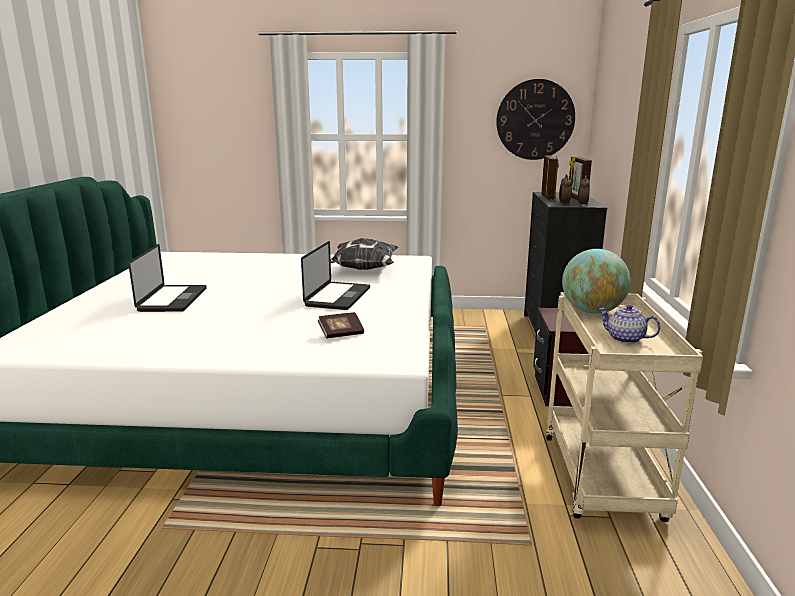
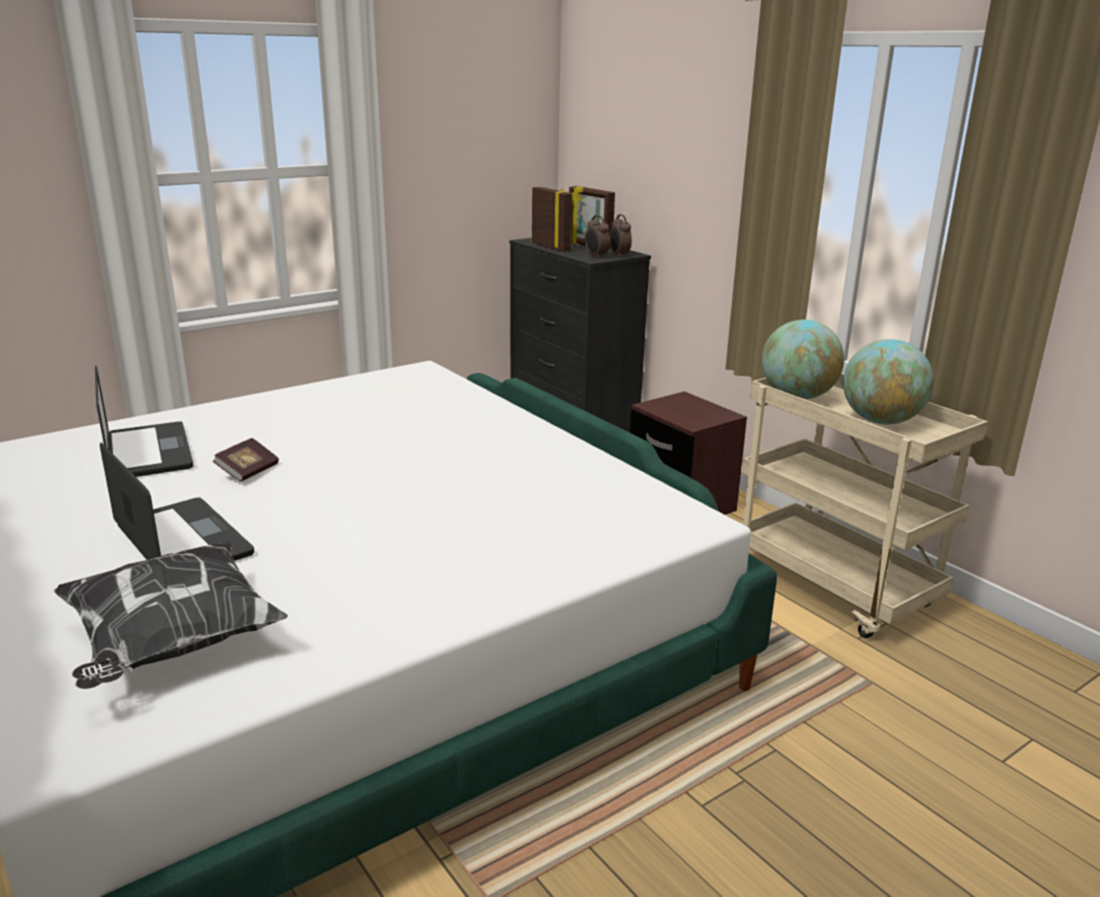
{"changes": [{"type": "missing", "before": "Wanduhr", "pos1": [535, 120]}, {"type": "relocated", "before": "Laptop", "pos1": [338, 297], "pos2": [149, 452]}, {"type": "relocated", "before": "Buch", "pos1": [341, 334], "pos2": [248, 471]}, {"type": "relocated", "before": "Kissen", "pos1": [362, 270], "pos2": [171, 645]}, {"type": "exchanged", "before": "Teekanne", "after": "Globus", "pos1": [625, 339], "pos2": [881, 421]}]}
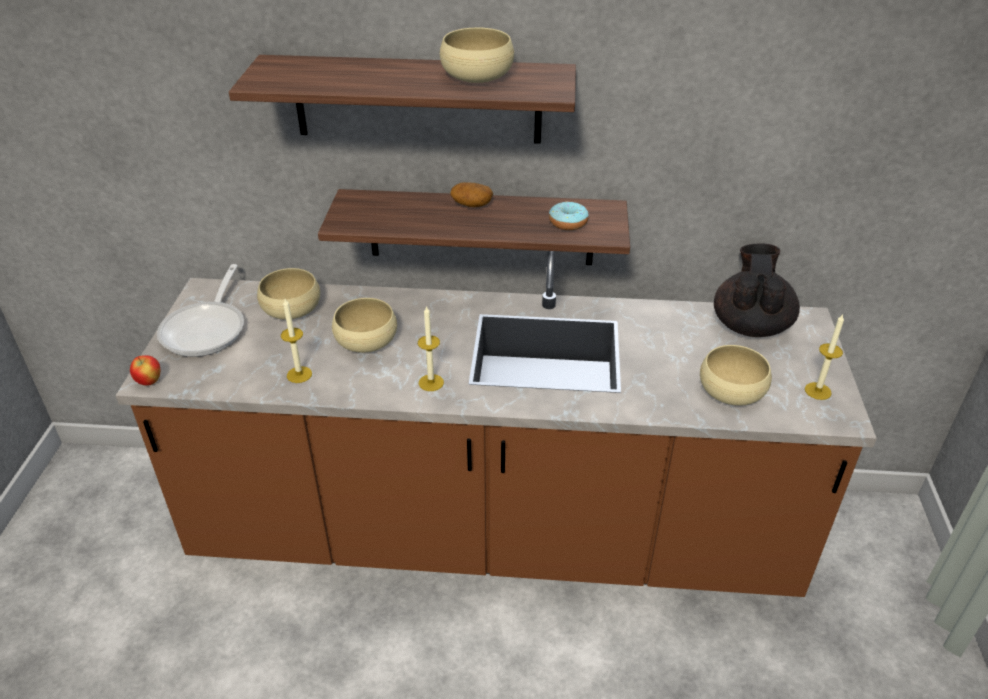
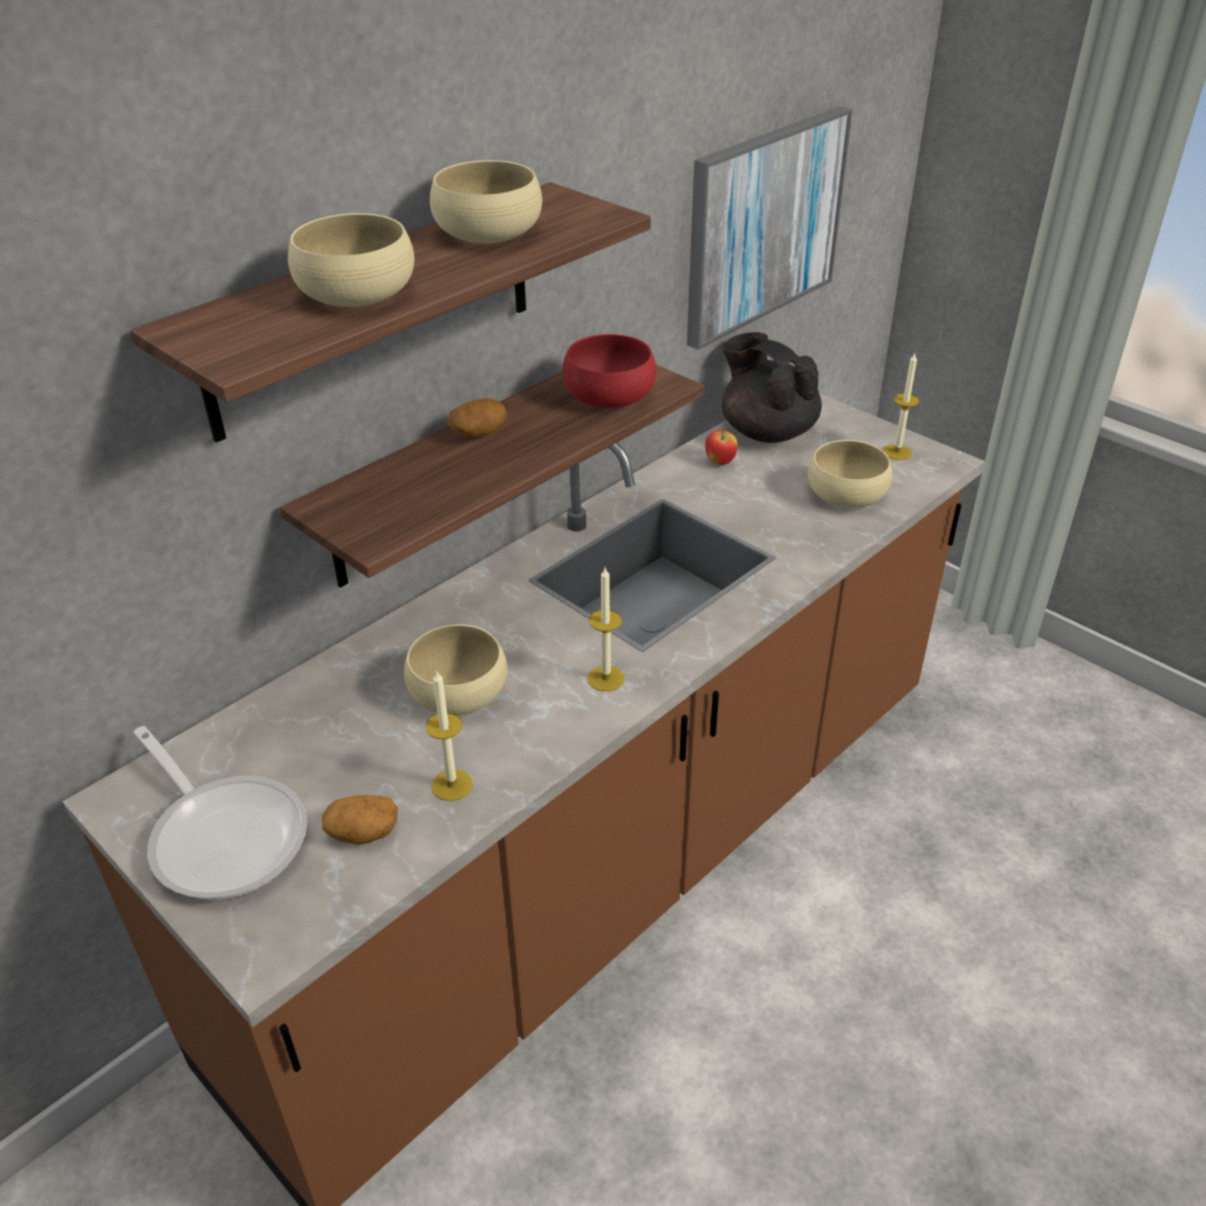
{"changes": [{"type": "appeared", "after": "Kartoffel", "pos2": [362, 832]}, {"type": "appeared", "after": "Bild", "pos2": [763, 225]}, {"type": "relocated", "before": "Apfel", "pos1": [149, 382], "pos2": [720, 462]}, {"type": "relocated", "before": "Schüssel (beige)", "pos1": [291, 308], "pos2": [357, 293]}, {"type": "exchanged", "before": "Donut", "after": "Schüssel (rot)", "pos1": [568, 223], "pos2": [609, 395]}]}
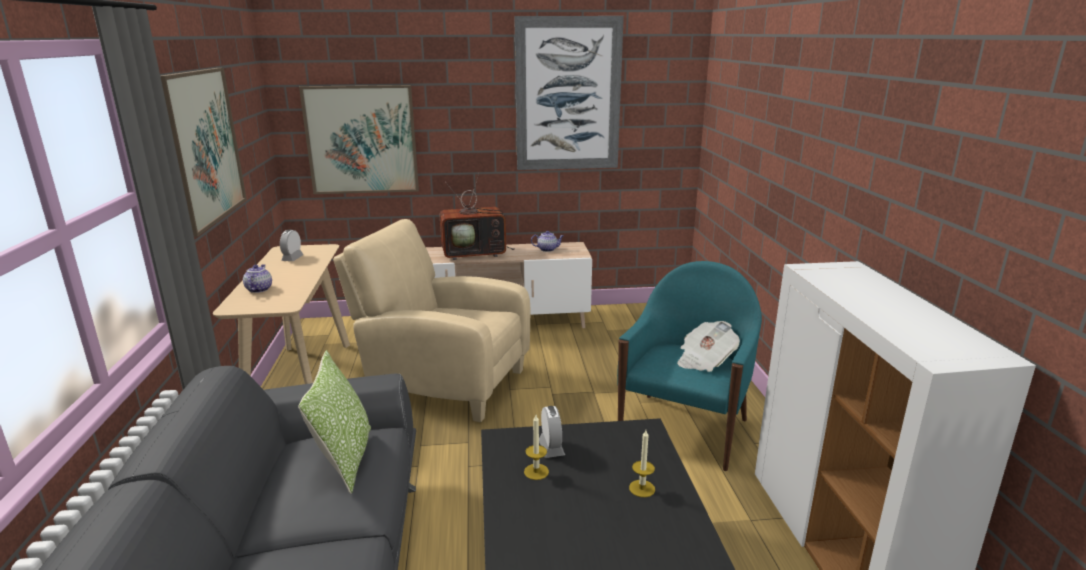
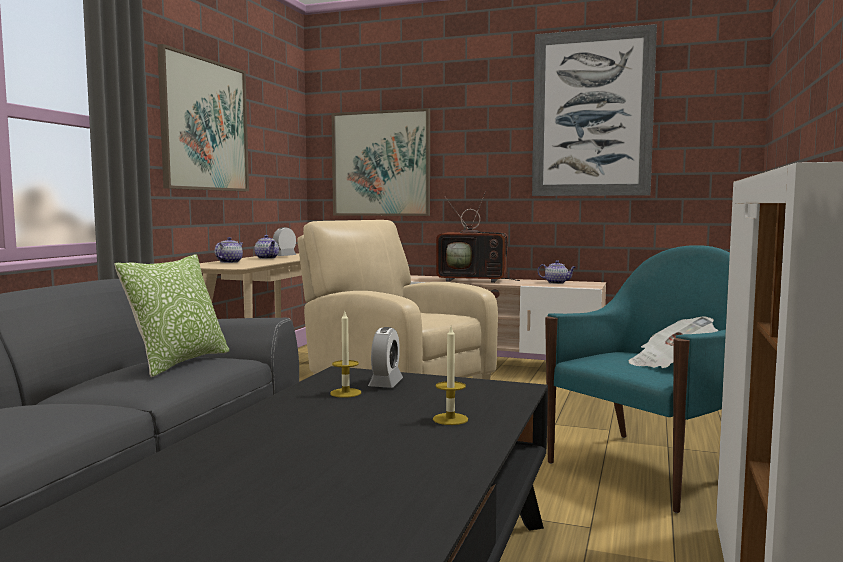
{"changes": [{"type": "appeared", "after": "Teekanne", "pos2": [267, 258]}]}
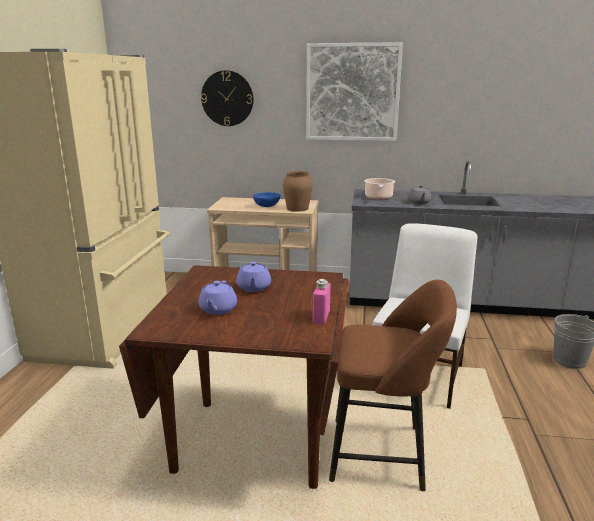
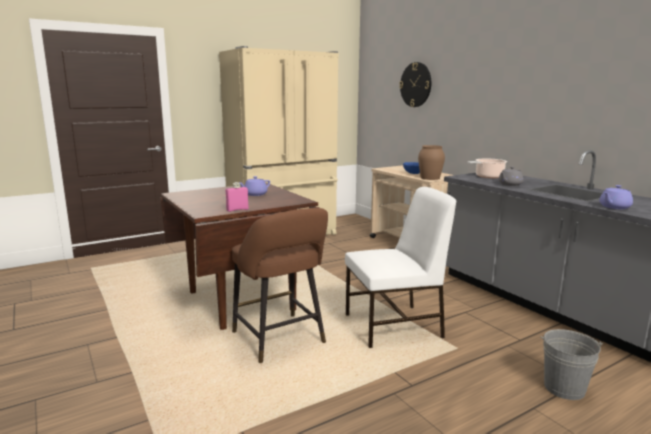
{"changes": [{"type": "missing", "before": "Bild", "pos1": [352, 92]}, {"type": "relocated", "before": "Teekanne (lila)", "pos1": [217, 309], "pos2": [614, 207]}]}
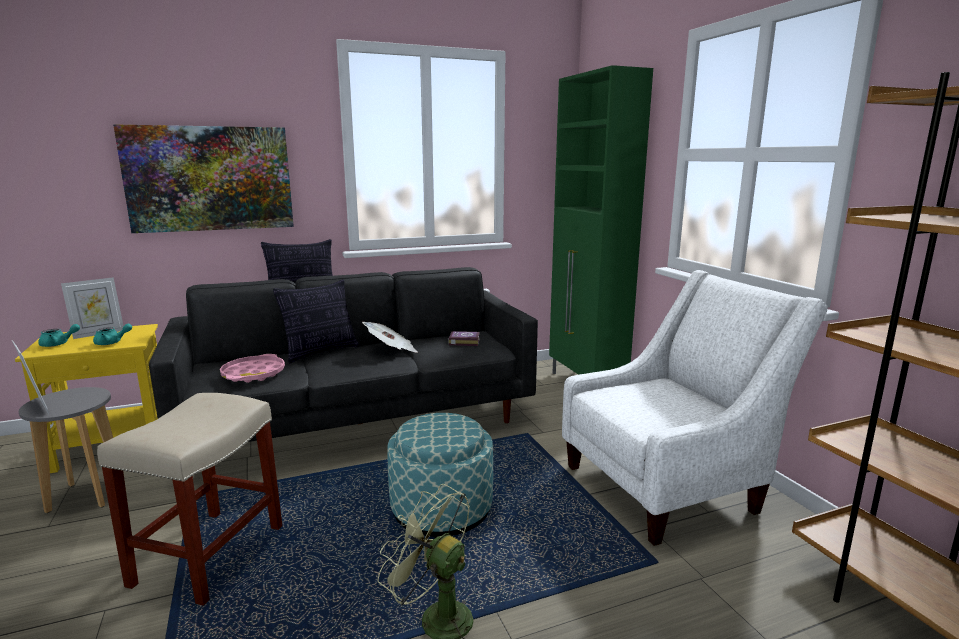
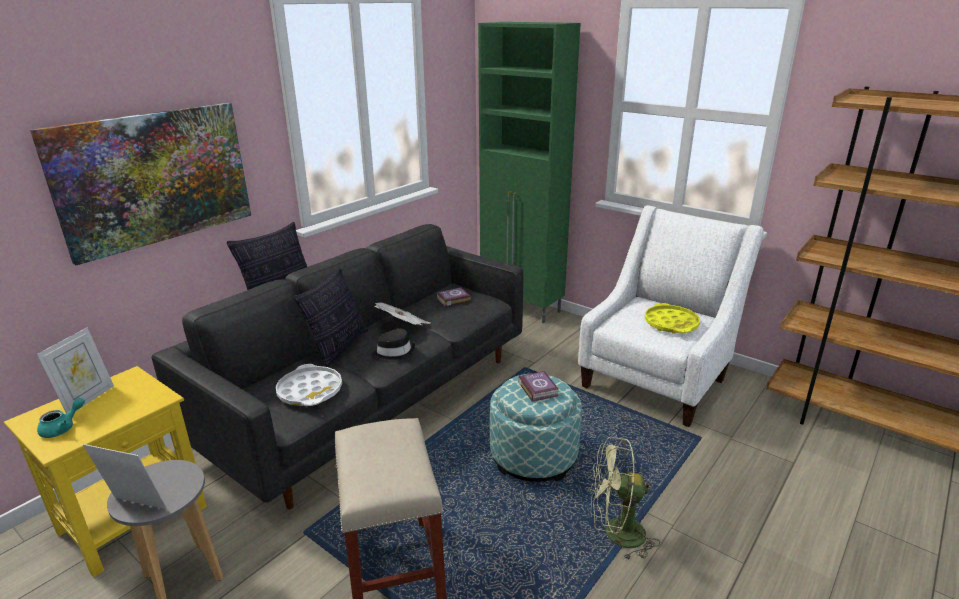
{"changes": [{"type": "missing", "before": "Teekanne (türkis)", "pos1": [112, 343]}, {"type": "appeared", "after": "Hut (schwarz)", "pos2": [394, 352]}, {"type": "appeared", "after": "Buch", "pos2": [538, 388]}, {"type": "appeared", "after": "Tablett (gelb)", "pos2": [671, 324]}, {"type": "colour", "before": "Tablett (rosa)", "after": "Tablett (weiß)", "pos1": [253, 374], "pos2": [310, 391]}]}
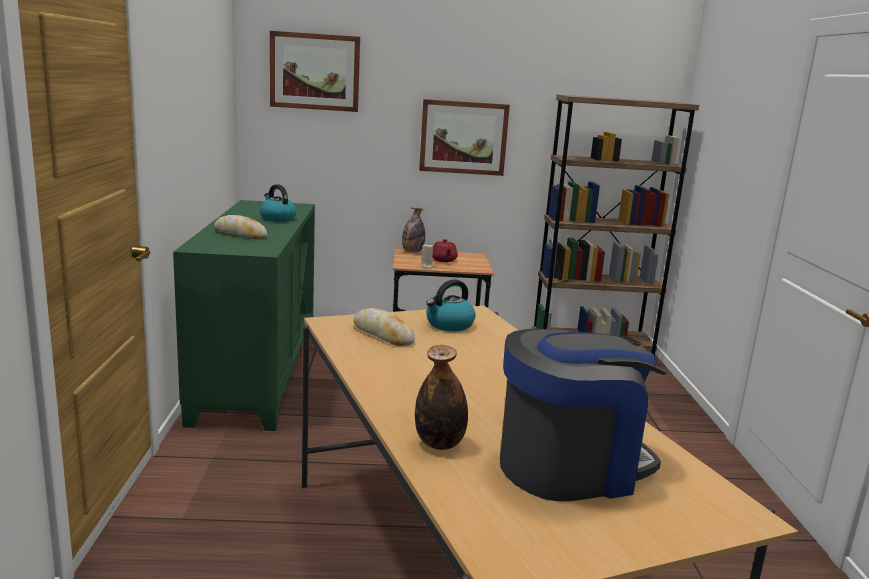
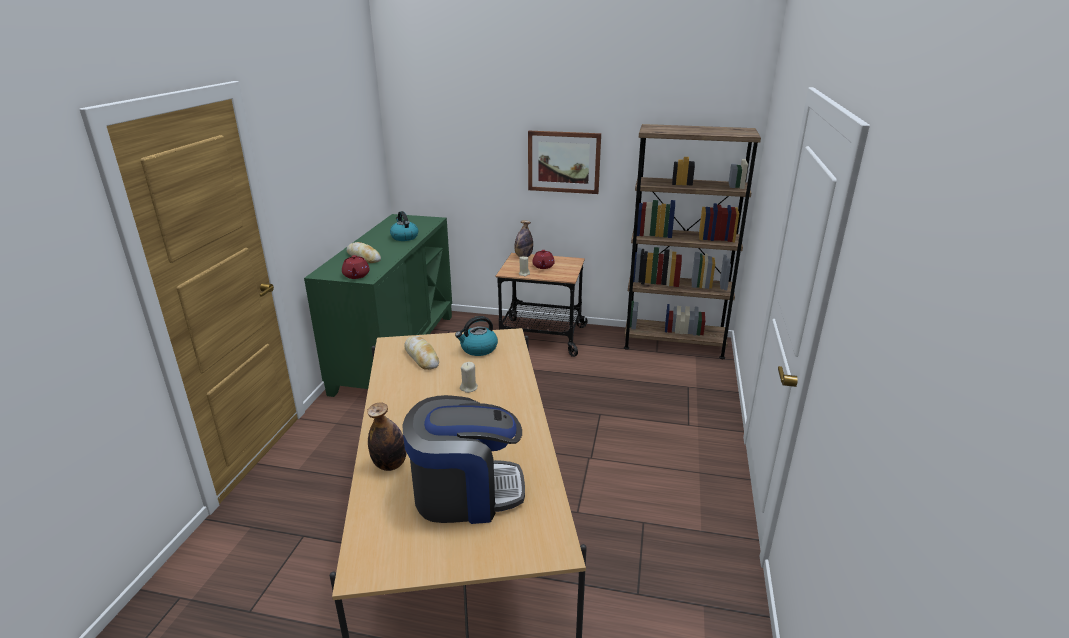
{"changes": [{"type": "missing", "before": "Bild", "pos1": [315, 72]}, {"type": "appeared", "after": "Teekanne (rot)", "pos2": [356, 276]}, {"type": "appeared", "after": "Kerze (beige)", "pos2": [469, 388]}]}
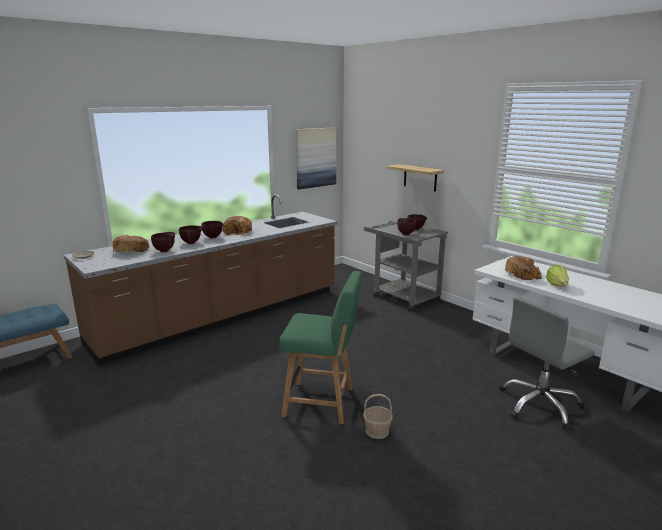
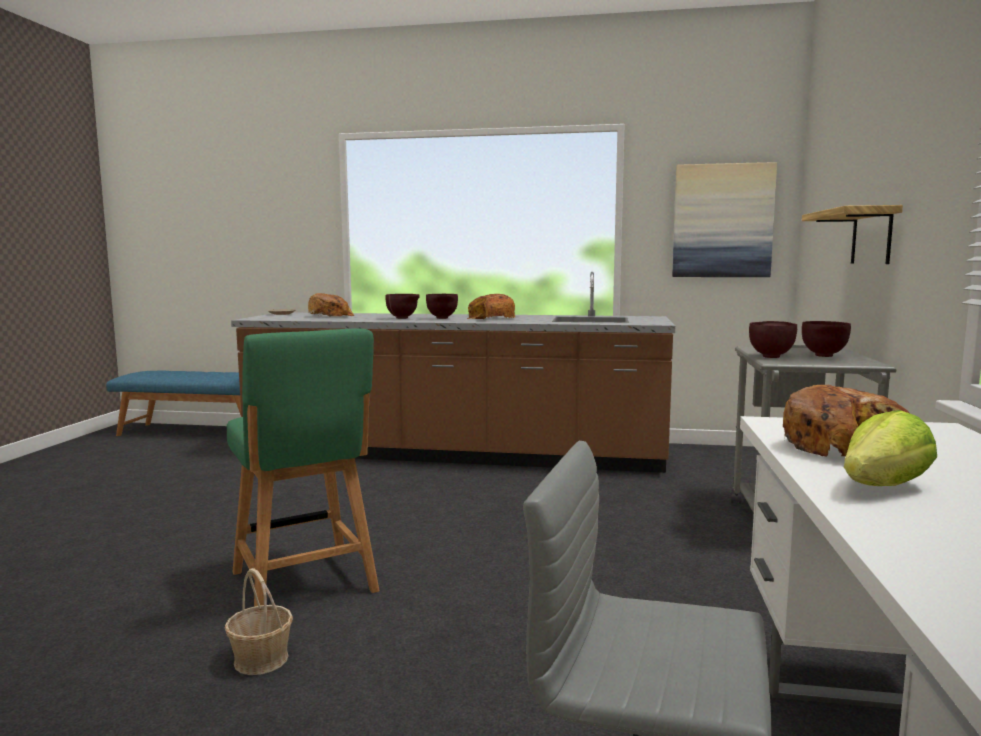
{"changes": [{"type": "missing", "before": "Schüssel (braun)", "pos1": [165, 250]}]}
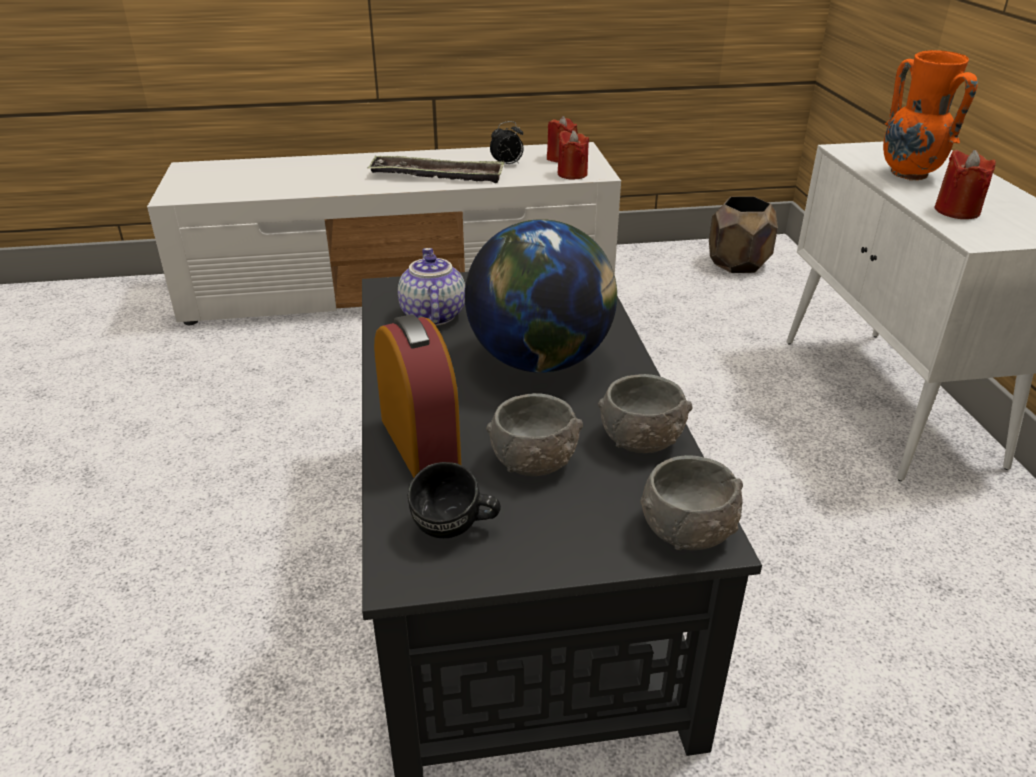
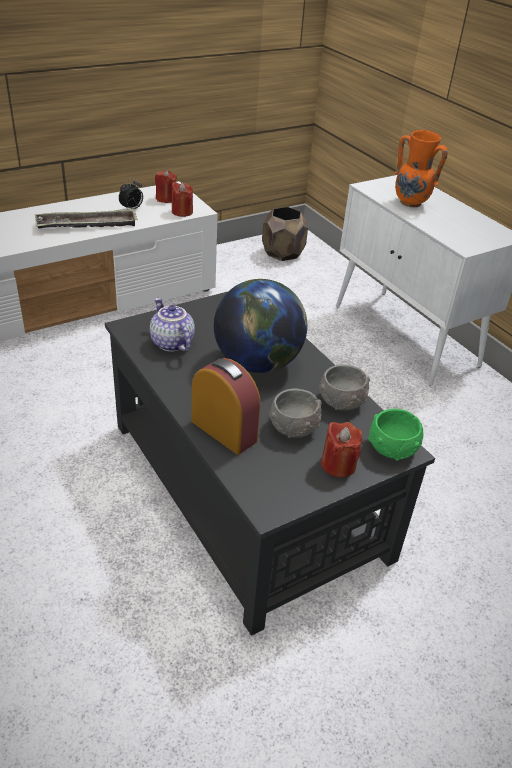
{"changes": [{"type": "missing", "before": "Henkelbecher (schwarz)", "pos1": [455, 530]}, {"type": "relocated", "before": "Kerze (rot)", "pos1": [957, 211], "pos2": [338, 465]}, {"type": "colour", "before": "Schüssel (grau)", "after": "Schüssel (grün)", "pos1": [687, 529], "pos2": [392, 448]}]}
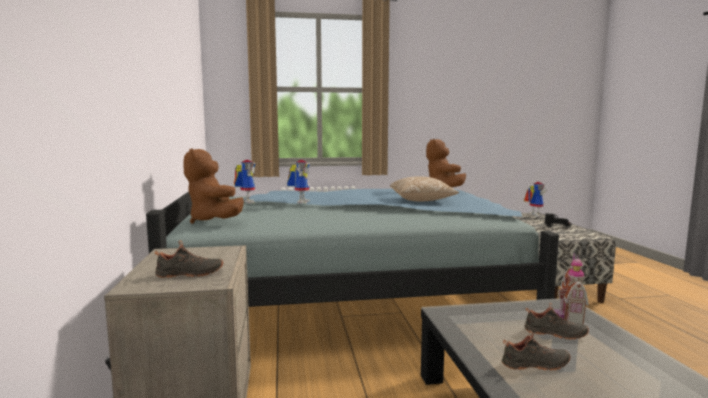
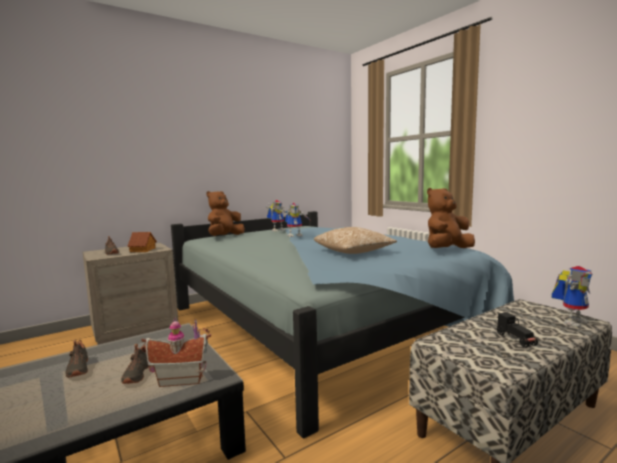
{"changes": [{"type": "appeared", "after": "Spielzeughaus", "pos2": [143, 250]}]}
